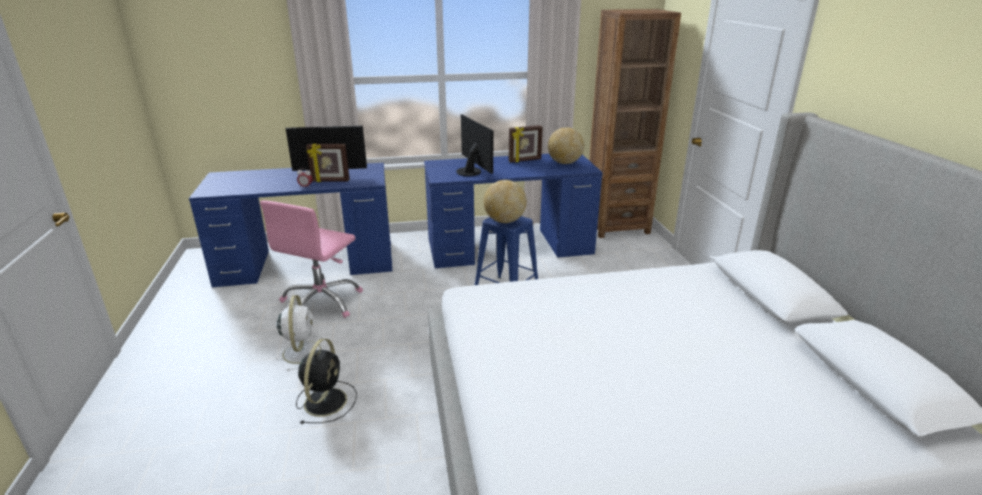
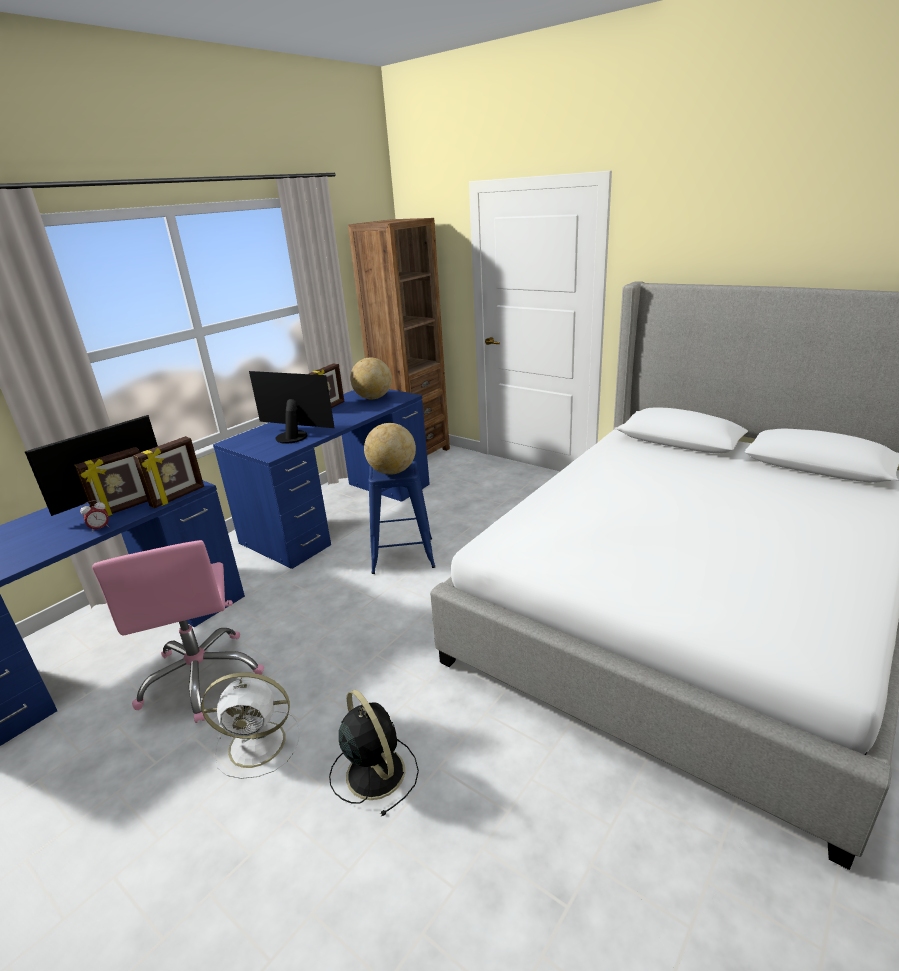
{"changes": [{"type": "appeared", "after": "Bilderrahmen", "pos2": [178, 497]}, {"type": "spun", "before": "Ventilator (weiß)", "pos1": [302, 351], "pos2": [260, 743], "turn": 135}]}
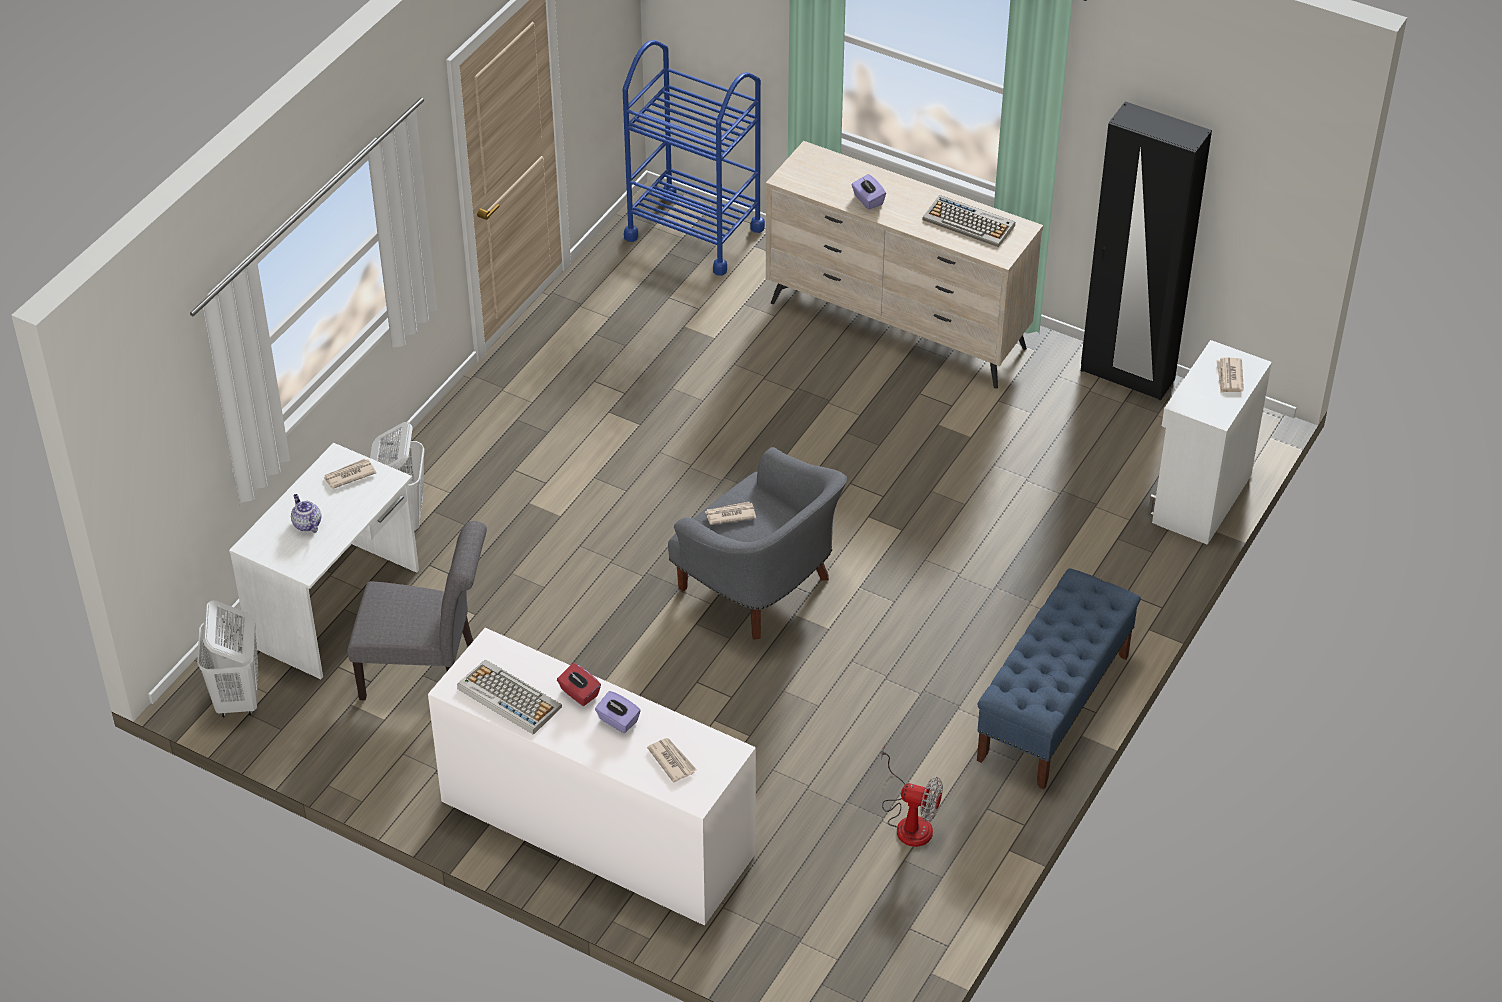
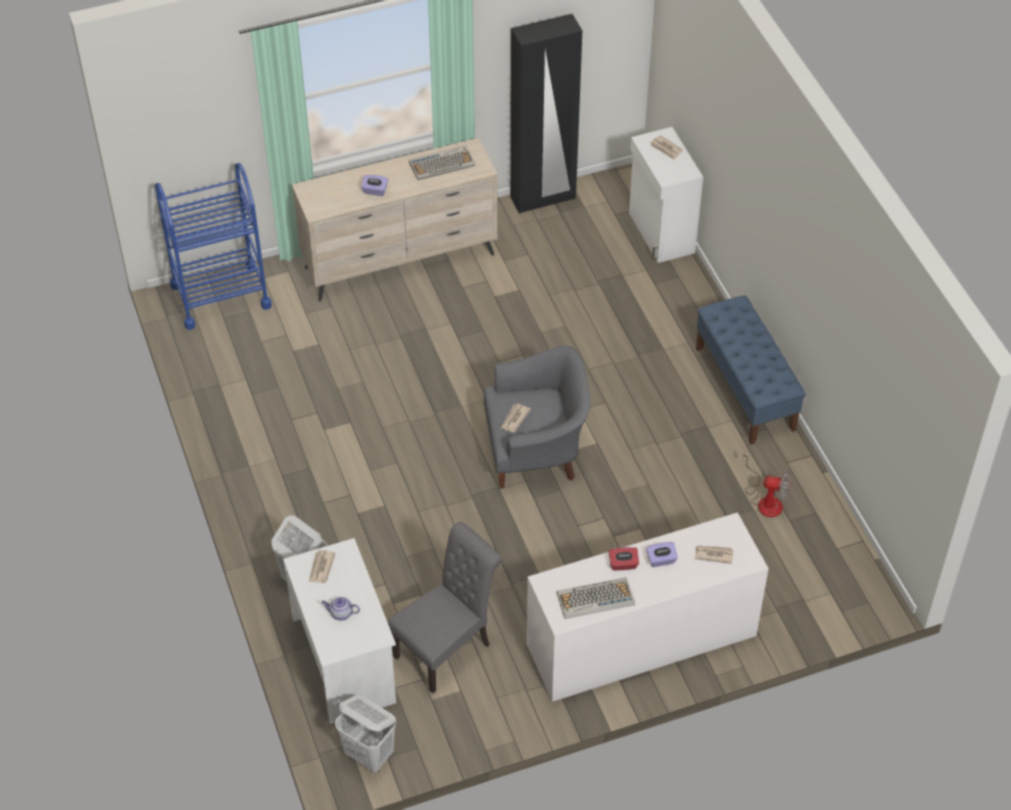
{"changes": [{"type": "spun", "before": "Ventilator", "pos1": [909, 821], "pos2": [765, 500], "turn": 45}]}
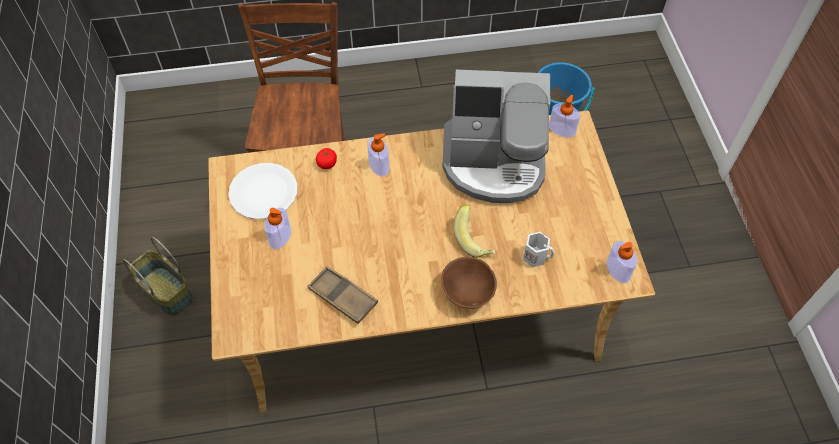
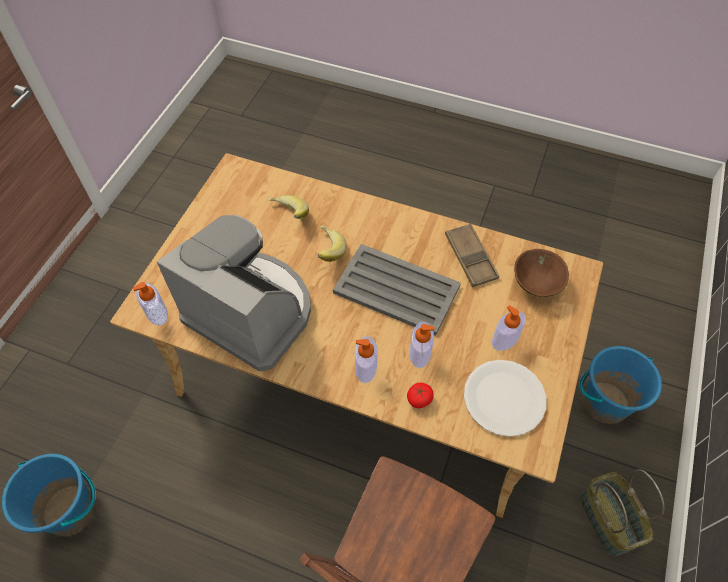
{"changes": [{"type": "appeared", "after": "Tablett (grau)", "pos2": [395, 288]}, {"type": "appeared", "after": "Eimer (blau)", "pos2": [604, 402]}, {"type": "relocated", "before": "Schüssel (braun)", "pos1": [467, 292], "pos2": [536, 285]}, {"type": "relocated", "before": "Seifenspender", "pos1": [618, 270], "pos2": [420, 353]}, {"type": "exchanged", "before": "Henkelbecher (weiß)", "after": "Banane", "pos1": [535, 256], "pos2": [288, 215]}]}
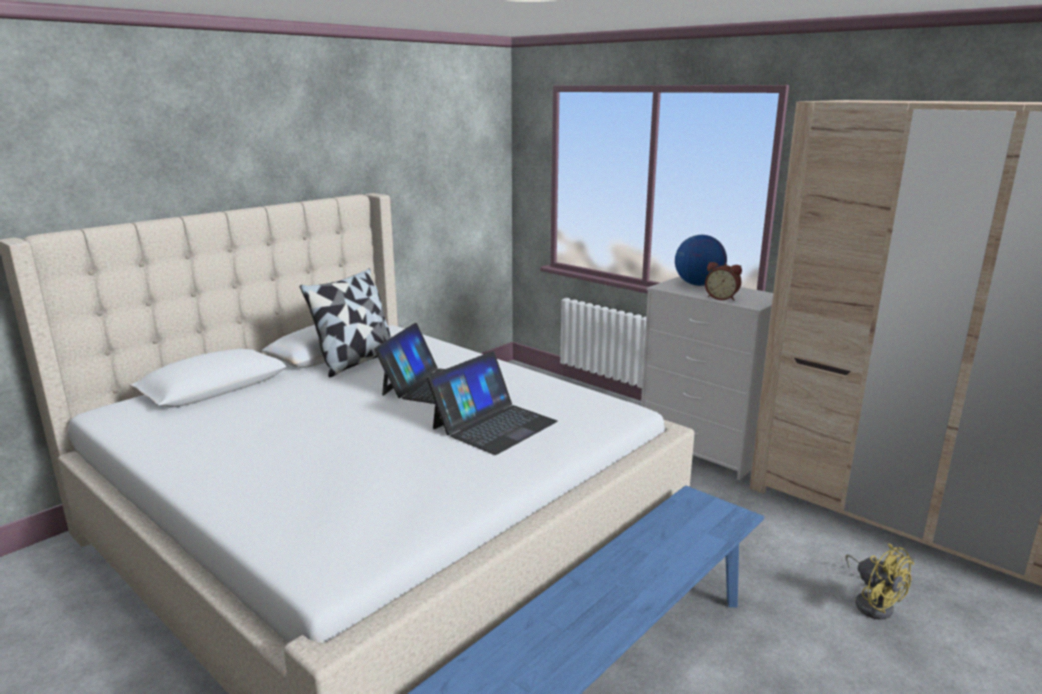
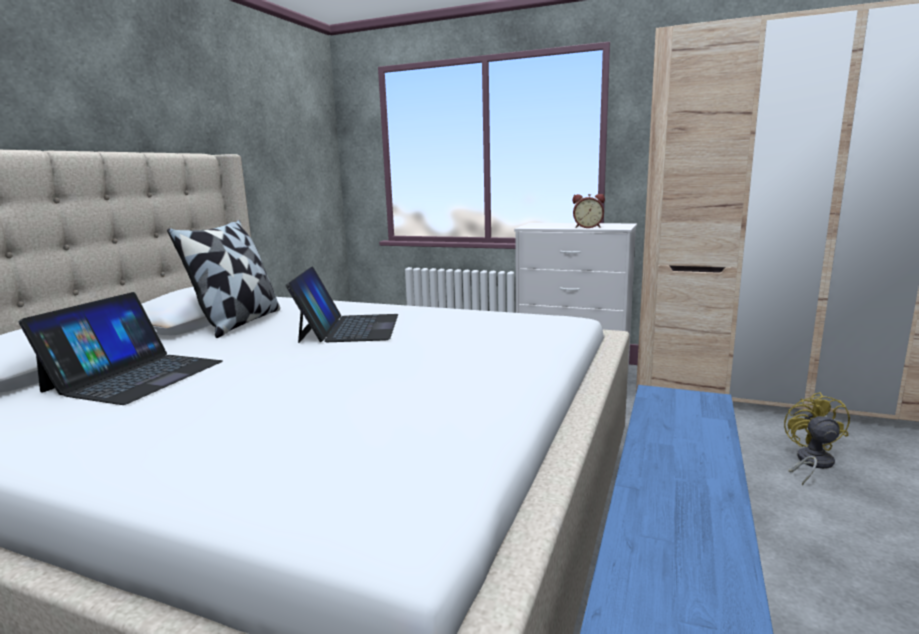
{"changes": [{"type": "missing", "before": "Globus", "pos1": [698, 284]}, {"type": "relocated", "before": "Laptop", "pos1": [494, 425], "pos2": [135, 376]}, {"type": "spun", "before": "Ventilator (gelb)", "pos1": [872, 603], "pos2": [811, 463], "turn": -120}]}
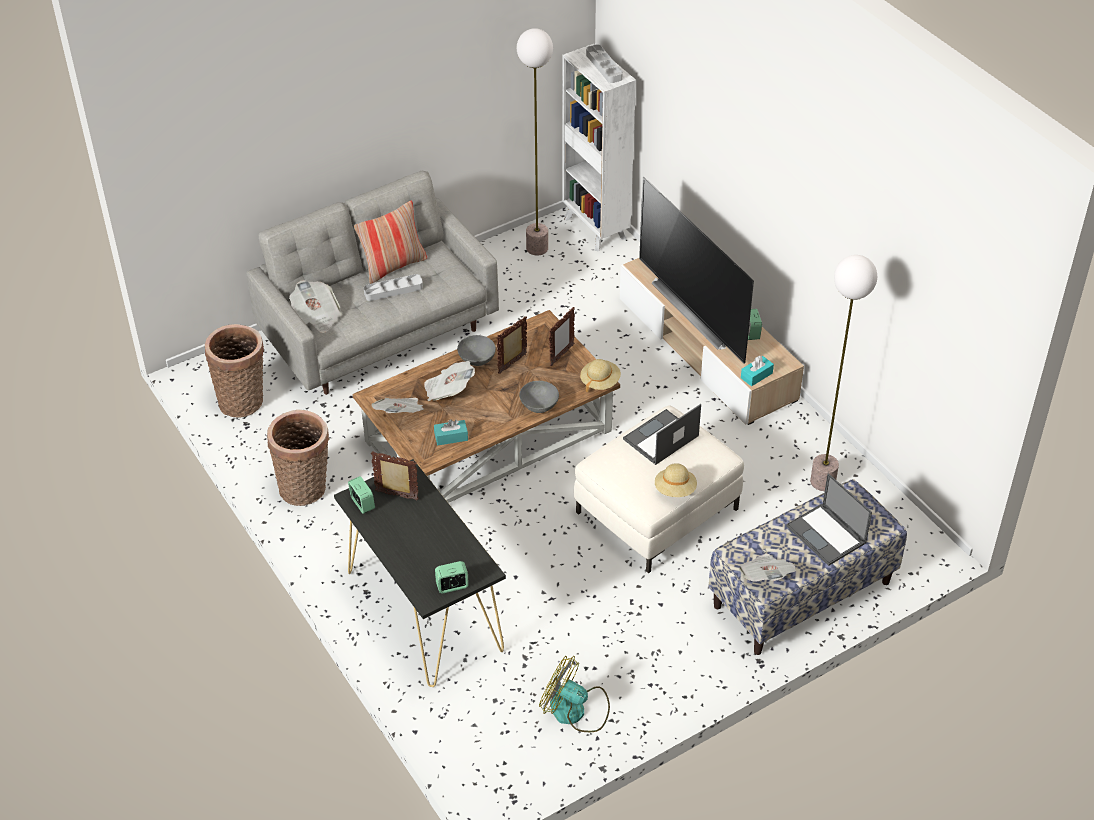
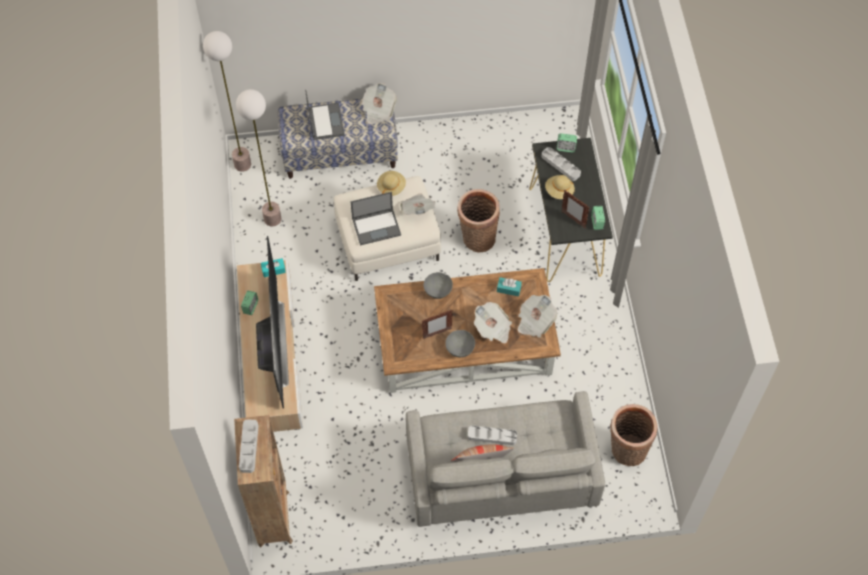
{"changes": [{"type": "missing", "before": "Ventilator", "pos1": [575, 710]}, {"type": "missing", "before": "Bilderrahmen", "pos1": [561, 356]}, {"type": "appeared", "after": "Tablett (grau)", "pos2": [560, 165]}, {"type": "relocated", "before": "Korb", "pos1": [306, 488], "pos2": [476, 238]}, {"type": "relocated", "before": "Zeitung", "pos1": [317, 316], "pos2": [417, 210]}, {"type": "relocated", "before": "Stehlampe", "pos1": [537, 248], "pos2": [242, 164]}, {"type": "relocated", "before": "Hut (beige)", "pos1": [600, 382], "pos2": [559, 191]}, {"type": "colour", "before": "Bücherregal (weiß)", "after": "Bücherregal (braun)", "pos1": [595, 229], "pos2": [274, 517]}]}
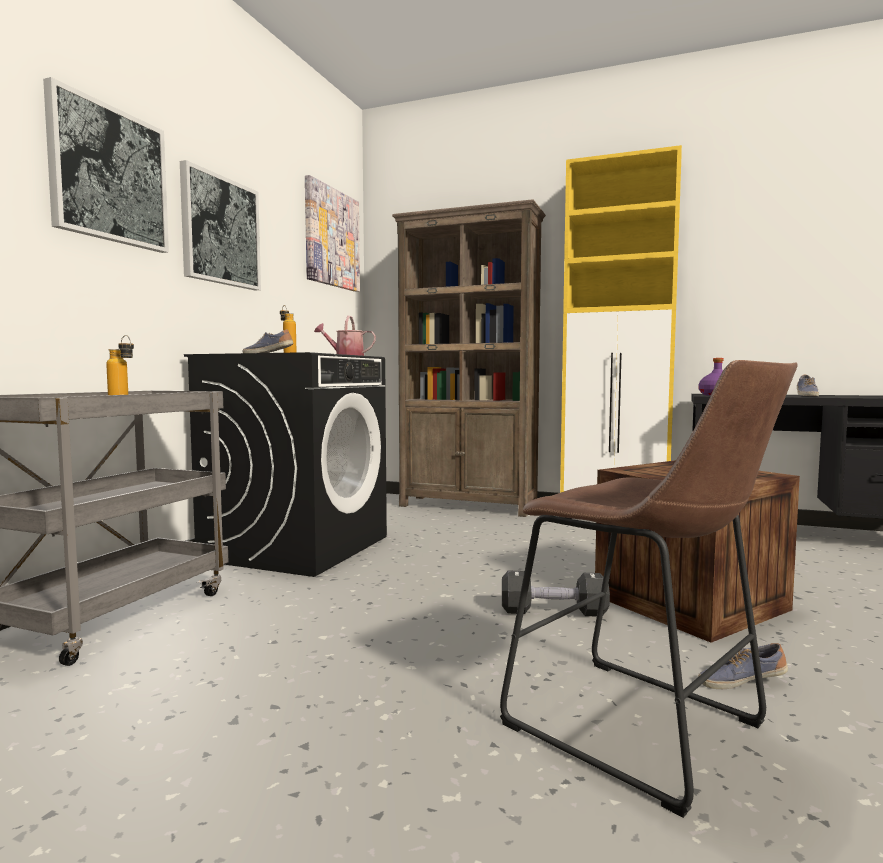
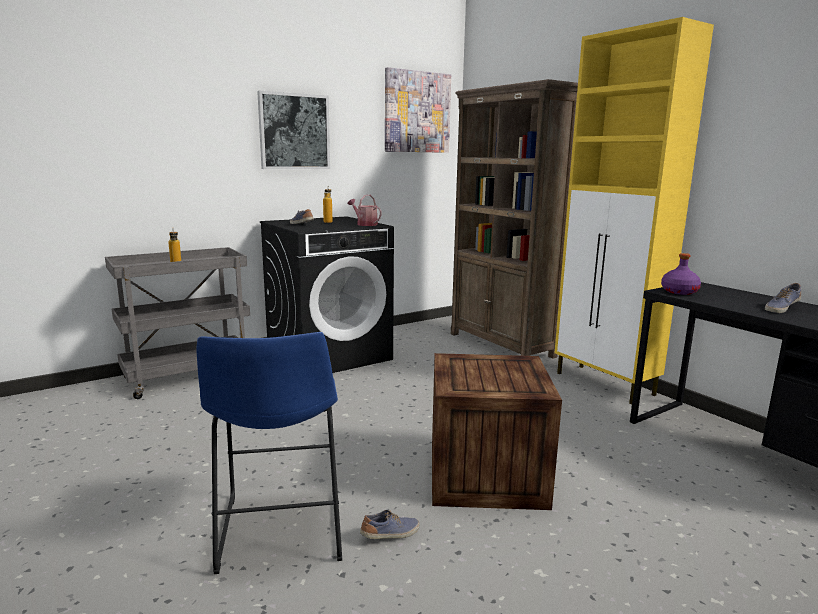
{"changes": [{"type": "missing", "before": "Bild", "pos1": [109, 175]}, {"type": "missing", "before": "Hantel (schwarz)", "pos1": [553, 612]}, {"type": "colour", "before": "Hocker (braun)", "after": "Hocker (blau)", "pos1": [645, 732], "pos2": [280, 533]}, {"type": "spun", "before": "Schuh", "pos1": [741, 681], "pos2": [391, 535], "turn": 120}]}
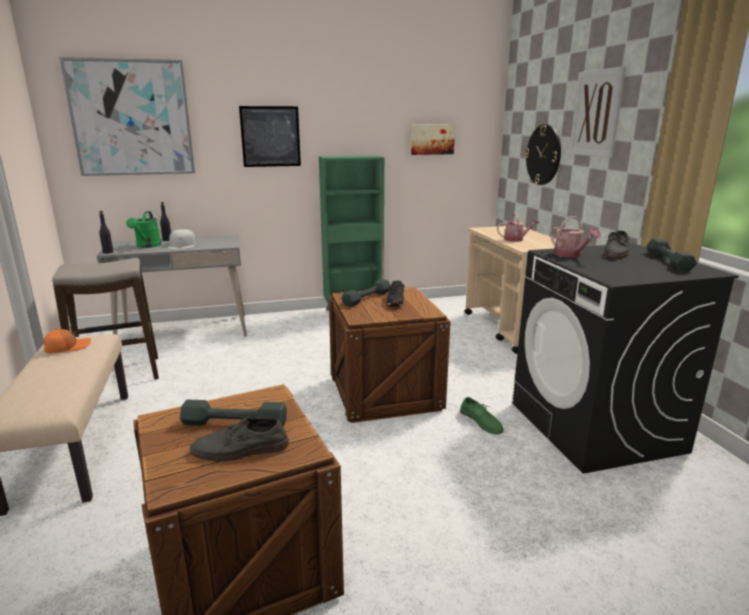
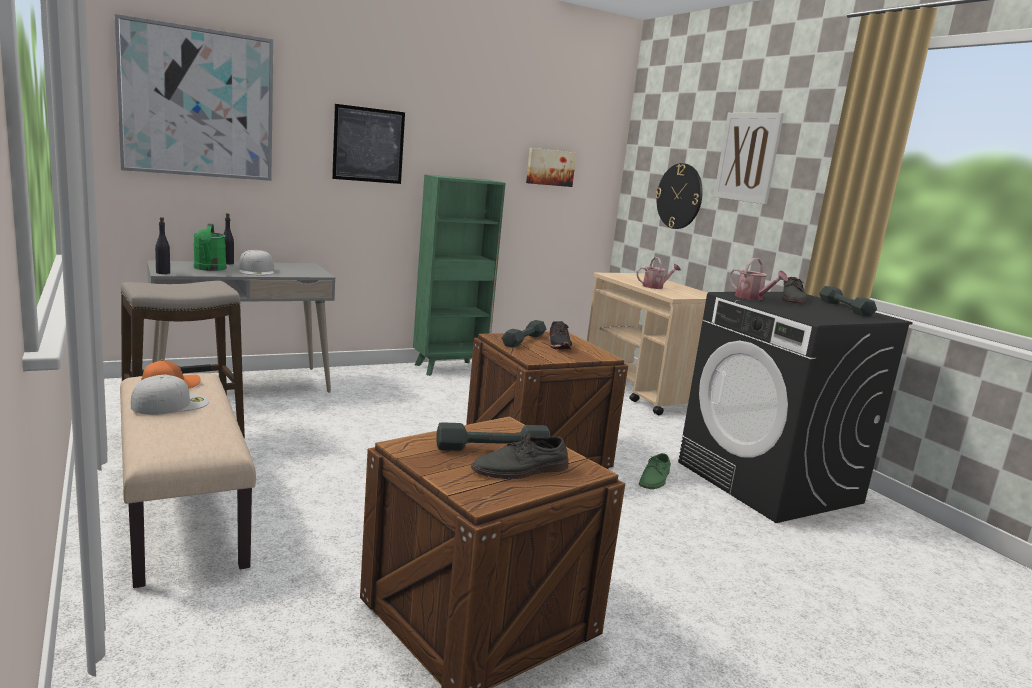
{"changes": [{"type": "appeared", "after": "Kappe (weiß)", "pos2": [171, 404]}, {"type": "spun", "before": "Schuh (grün)", "pos1": [481, 421], "pos2": [655, 479], "turn": 75}]}
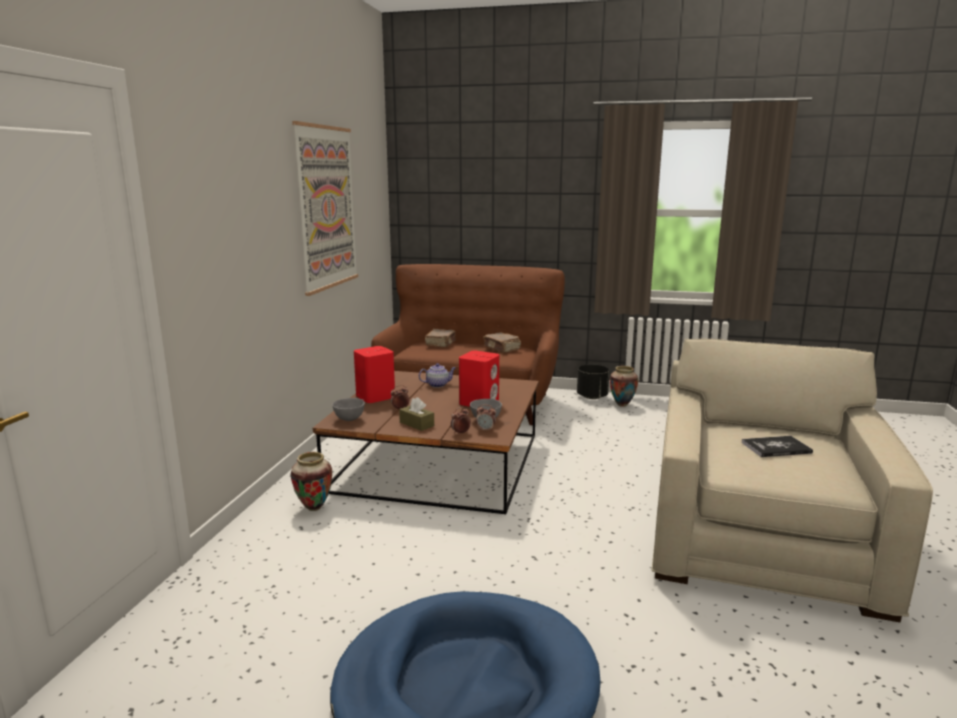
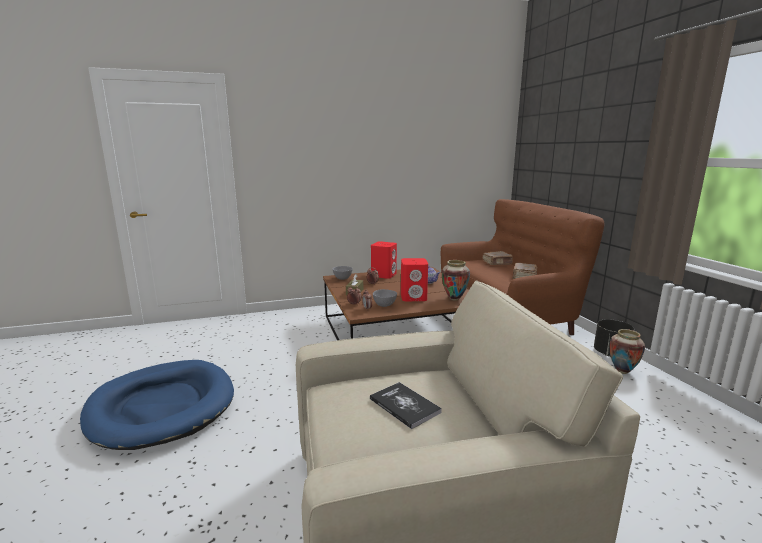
{"changes": [{"type": "missing", "before": "Bild", "pos1": [327, 208]}, {"type": "relocated", "before": "Vase", "pos1": [314, 508], "pos2": [454, 299]}]}
